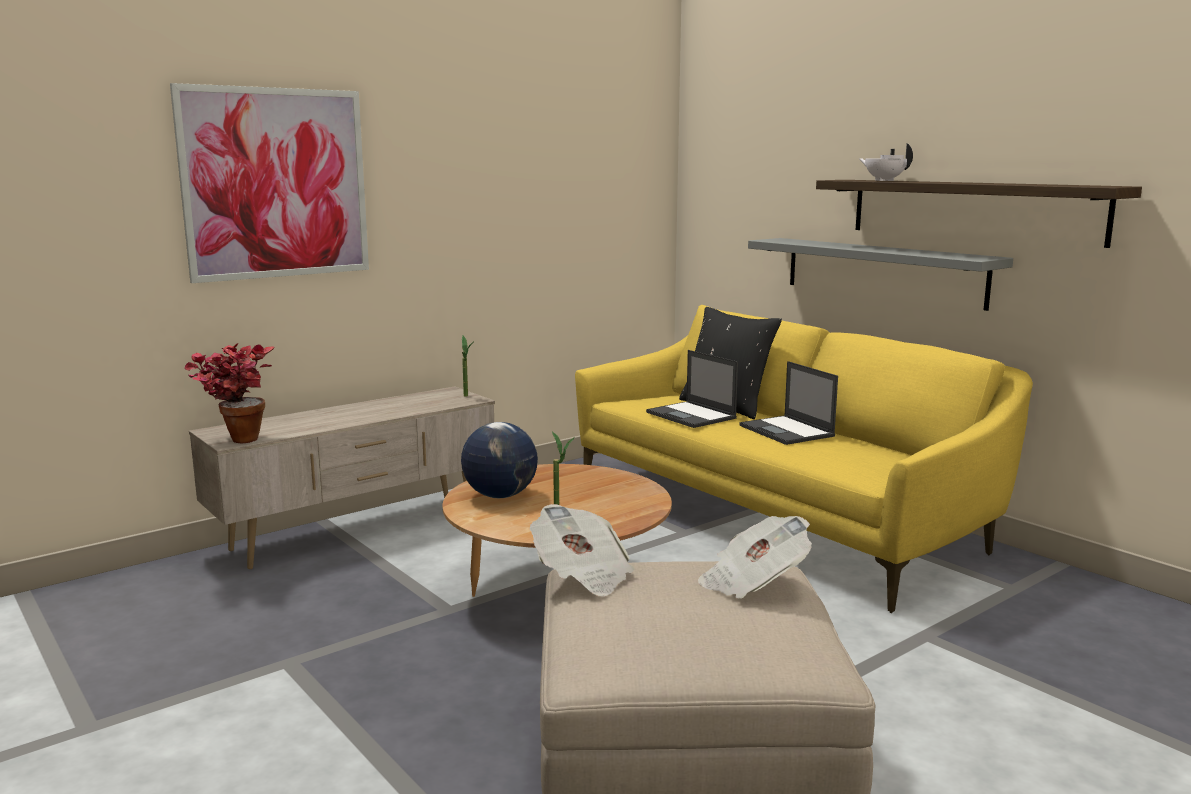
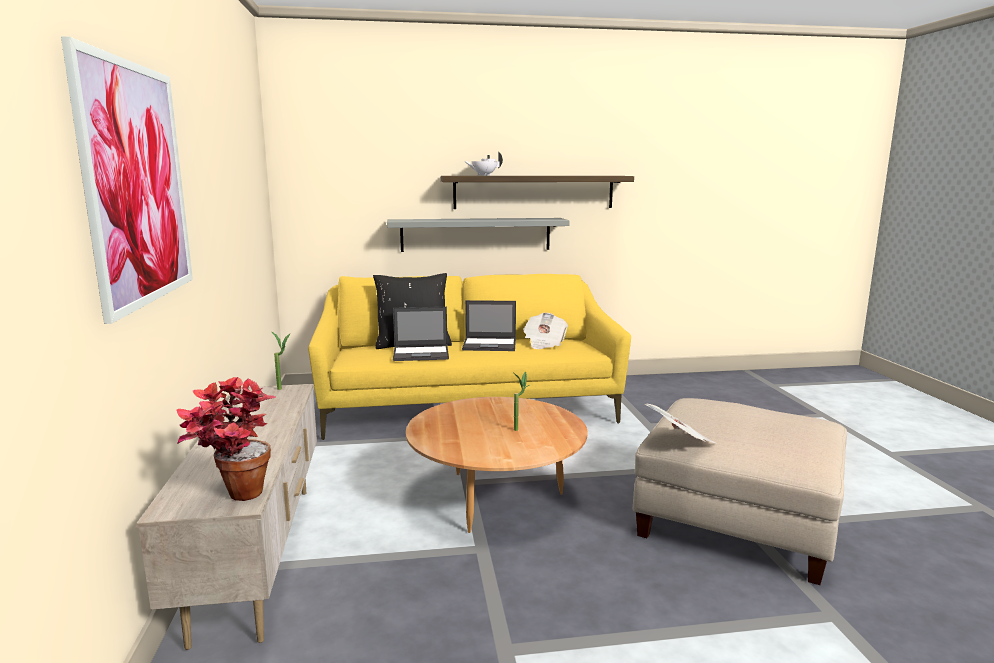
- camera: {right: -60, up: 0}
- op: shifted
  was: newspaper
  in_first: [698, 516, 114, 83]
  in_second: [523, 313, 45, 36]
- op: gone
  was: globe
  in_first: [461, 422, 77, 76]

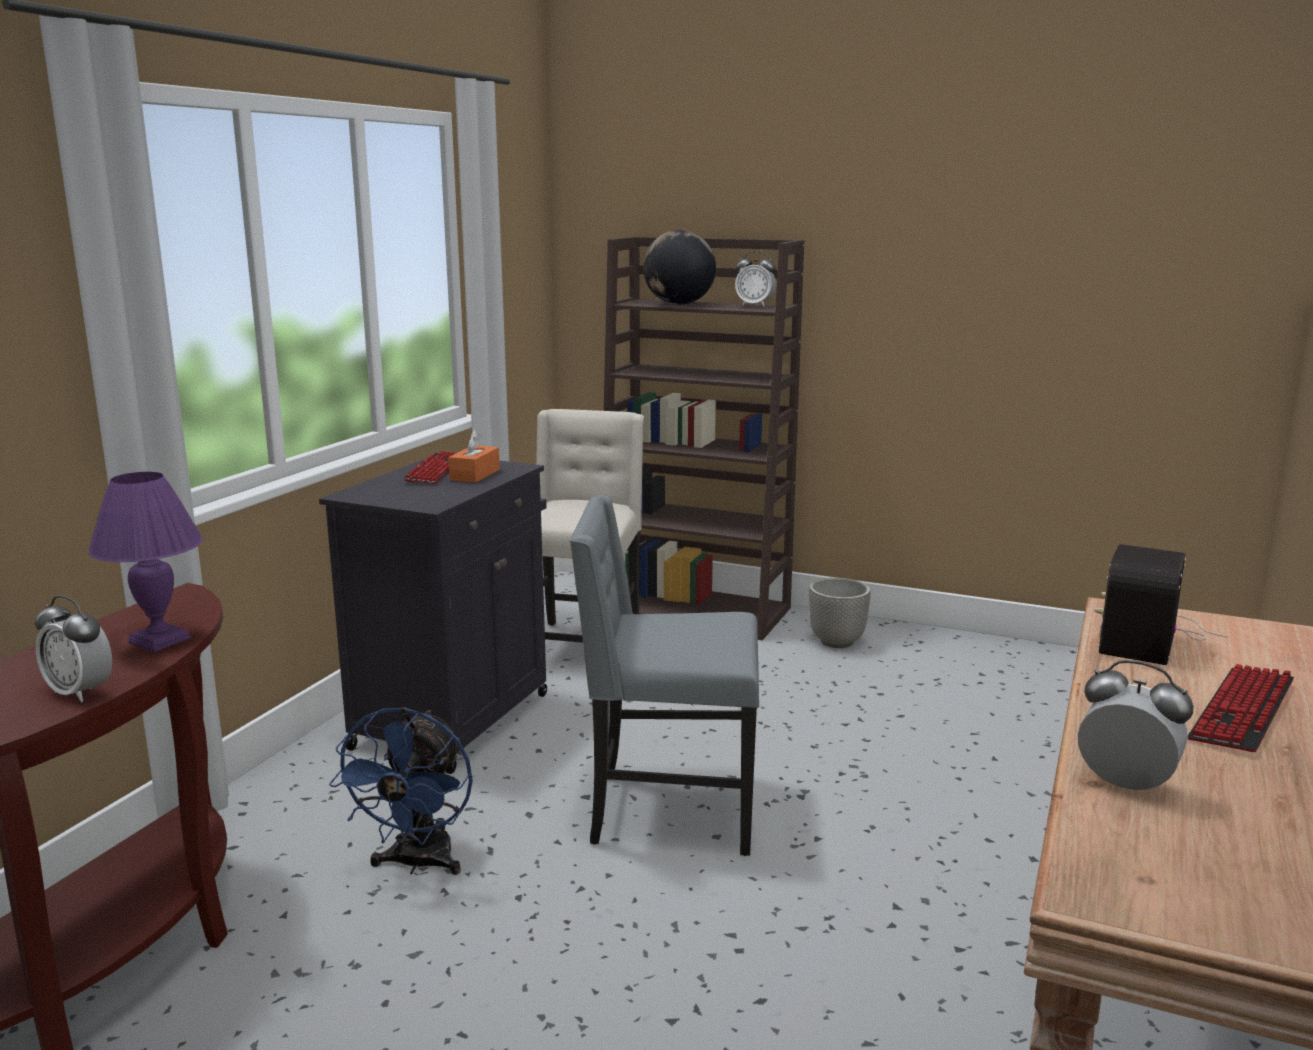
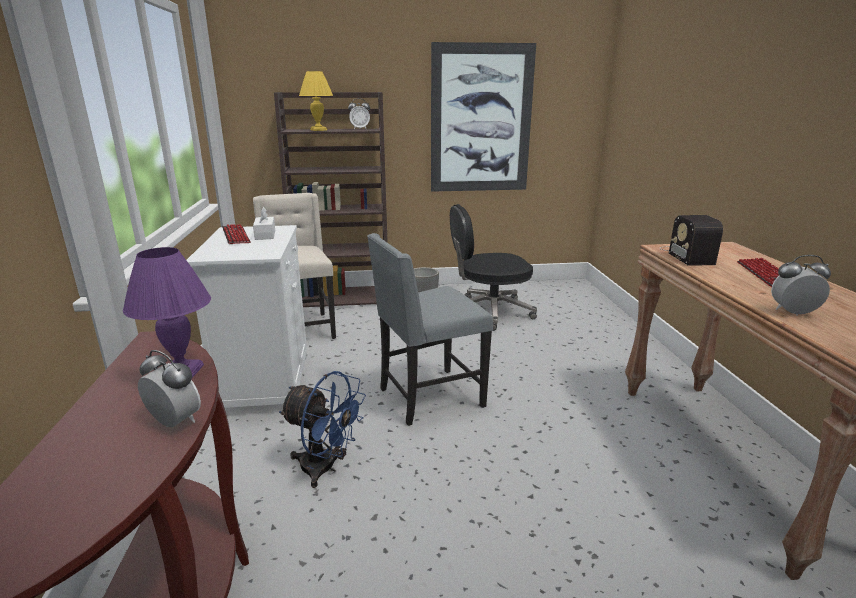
- camera: {right: -30, up: 5}
- op: rotated
  was: alarm clock
  in_first: [34, 595, 78, 107]
  in_second: [138, 350, 63, 77]
  clockwise: -150
- op: repainted
  was: cabinet in black
  now: cabinet in white
  in_first: [319, 459, 228, 315]
  in_second: [187, 225, 120, 183]
- op: repainted
  was: tissue box in orange
  now: tissue box in white
  in_first: [448, 429, 52, 54]
  in_second: [253, 207, 22, 33]
- op: rotated
  was: fan in blue
  in_first: [329, 707, 144, 168]
  in_second: [279, 371, 87, 117]
  clockwise: -45
- op: swapped
  was: globe
  now: table lamp in yellow
  in_first: [643, 230, 73, 75]
  in_second: [299, 71, 34, 60]
- op: new
  now: picture
  in_second: [431, 42, 105, 150]
- op: new
  now: office chair in black
  in_second: [450, 204, 87, 127]

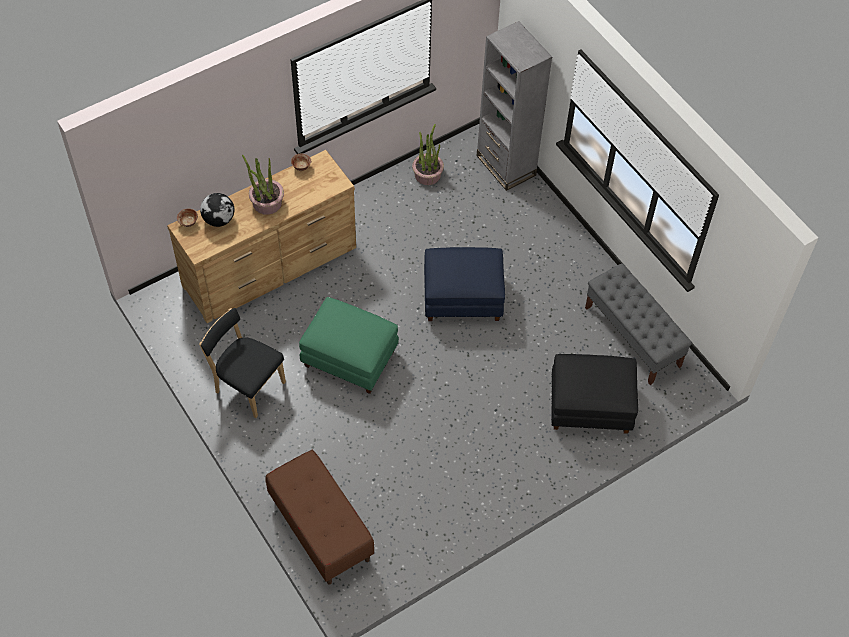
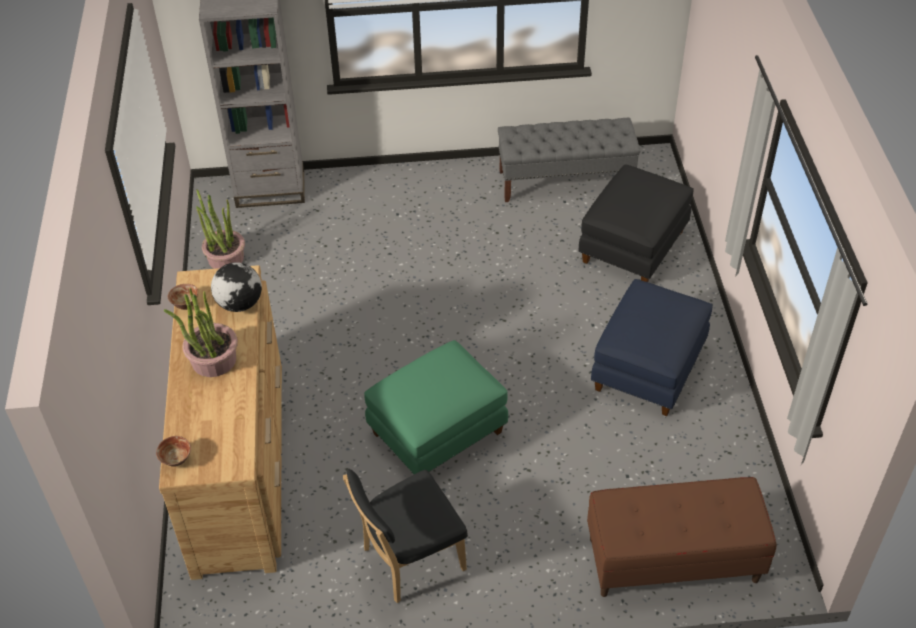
- camera: {right: -60, up: -10}
- op: shifted
  was: globe
  in_first: [200, 193, 34, 34]
  in_second: [211, 262, 51, 50]
- op: shifted
  was: ottoman in blue
  in_first: [424, 247, 81, 74]
  in_second: [591, 279, 122, 137]

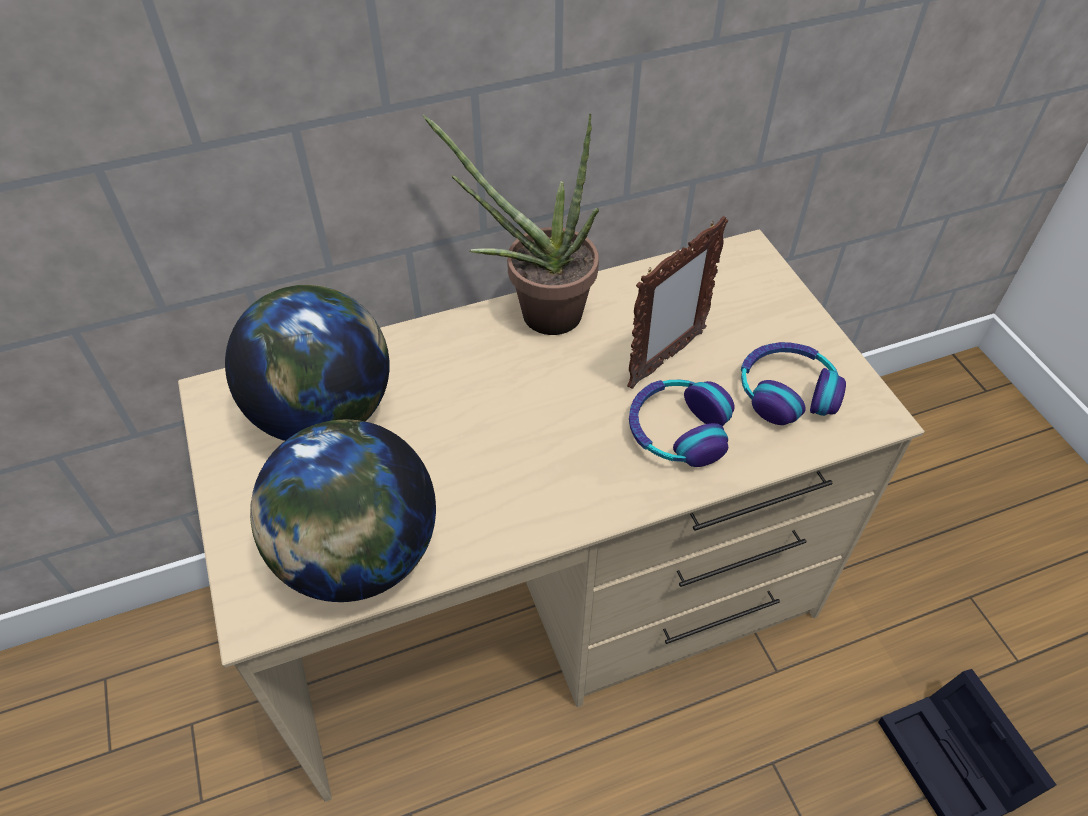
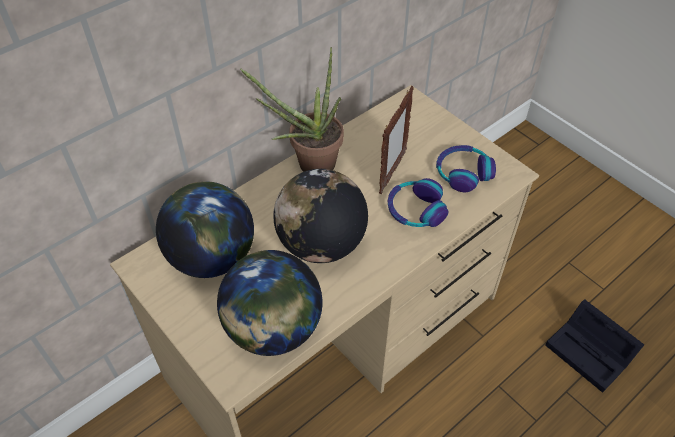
- camera: {right: -20, up: 0}
- op: new
  now: globe
  in_second: [273, 169, 95, 94]

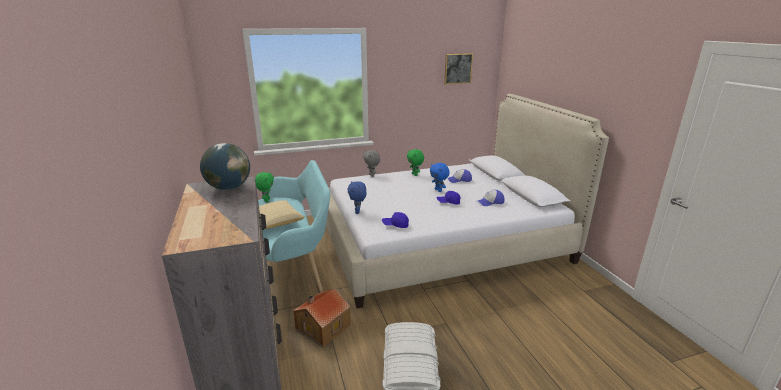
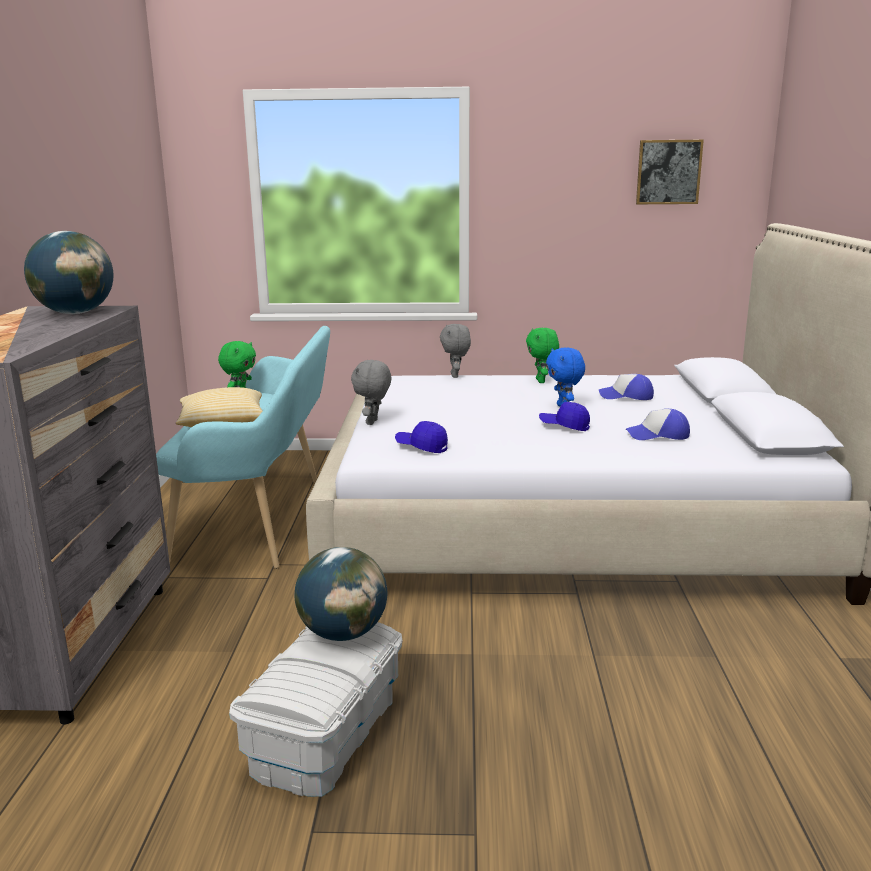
- camera: {right: 20, up: -5}
- op: new
  now: globe
  in_second: [295, 547, 92, 94]
- op: repainted
  was: plush toy in blue
  now: plush toy in grey
  in_first: [348, 181, 18, 33]
  in_second: [351, 360, 41, 65]
- op: gone
  was: toy house
  in_first: [293, 289, 58, 58]

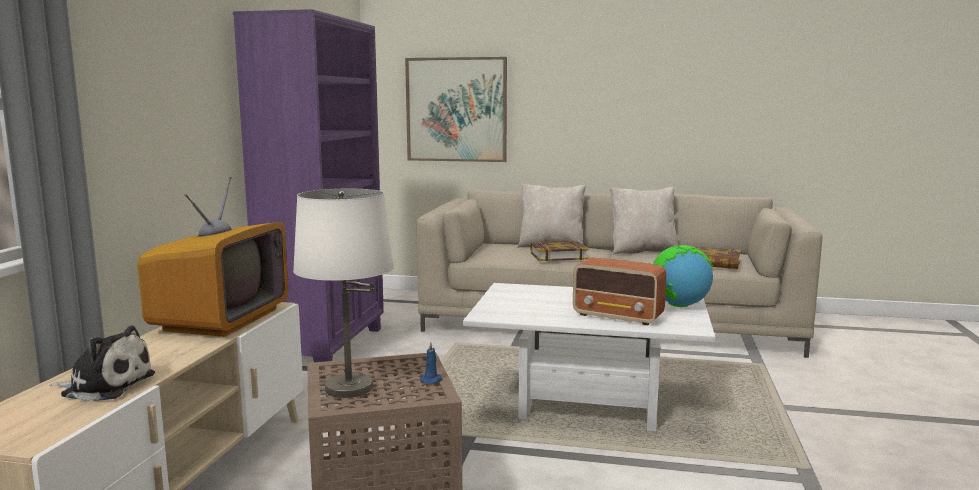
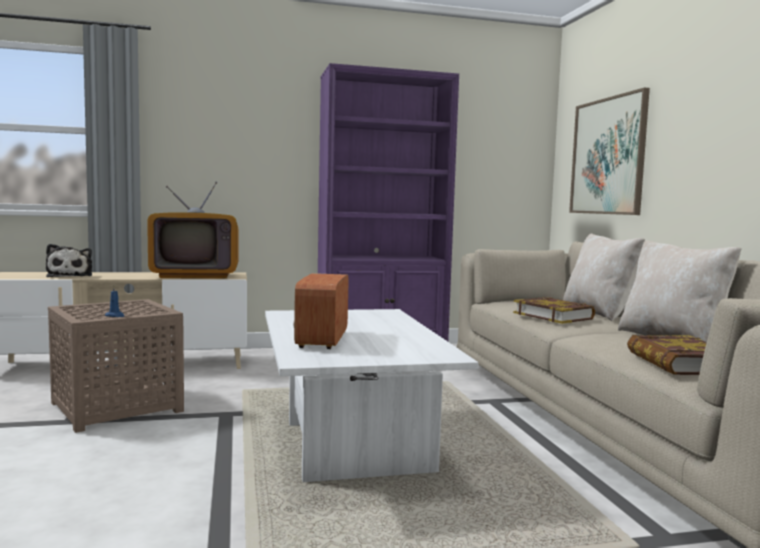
- camera: {right: 65, up: -5}
- op: gone
  was: table lamp in white
  in_first: [293, 189, 101, 209]
- op: gone
  was: globe
  in_first: [653, 245, 60, 62]

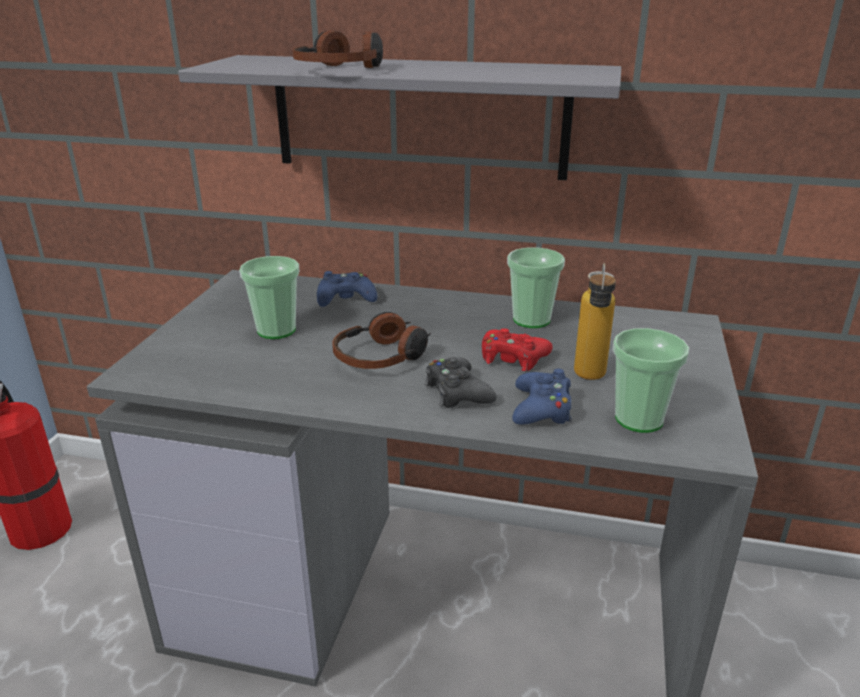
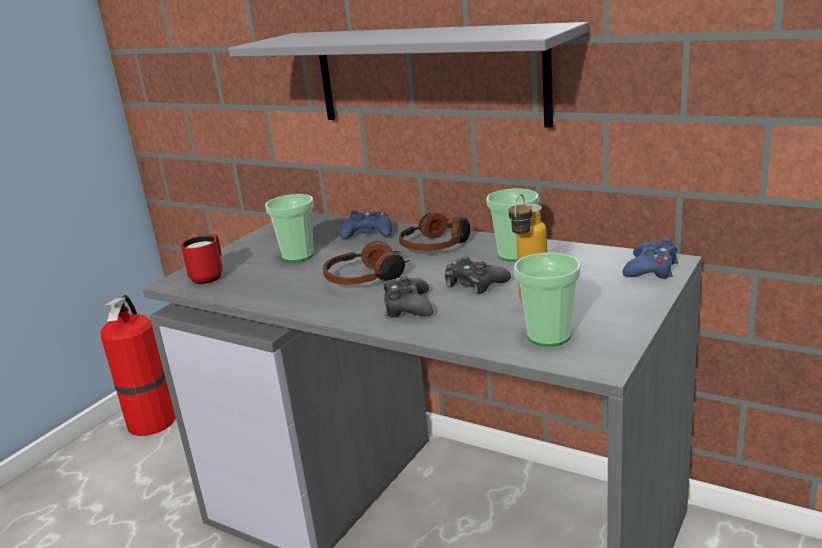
- camera: {right: 20, up: -5}
- op: new
  now: mug in red
  in_second: [181, 234, 42, 50]
- op: shifted
  was: headphones
  in_first: [293, 30, 90, 38]
  in_second: [399, 212, 71, 39]
- op: repainted
  was: game controller in red
  now: game controller in black
  in_first: [482, 328, 71, 43]
  in_second: [445, 257, 66, 37]
- op: shifted
  was: game controller in blue
  in_first: [512, 368, 60, 57]
  in_second: [623, 238, 55, 41]

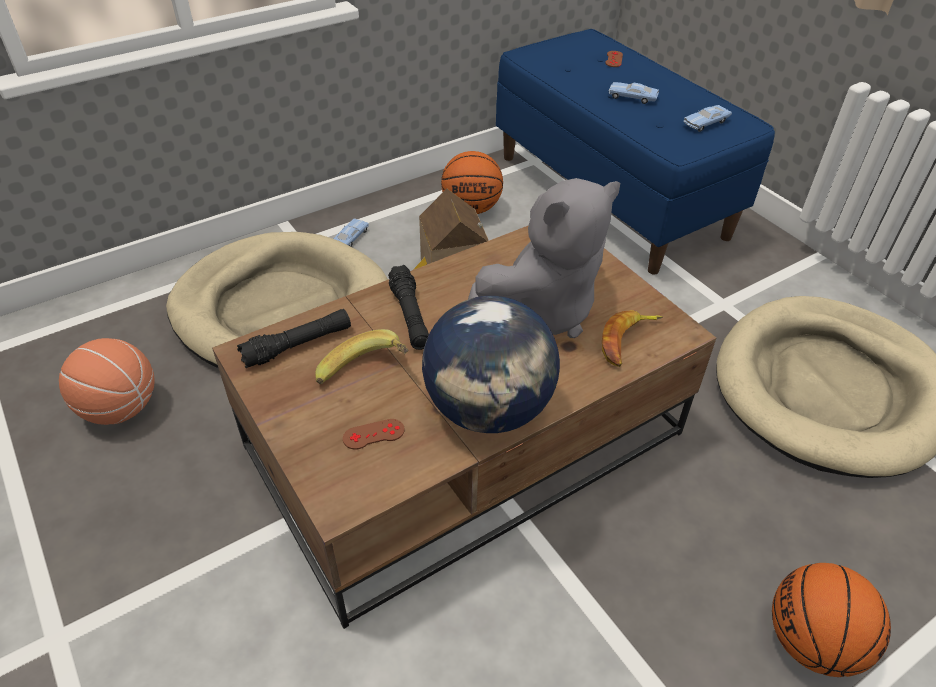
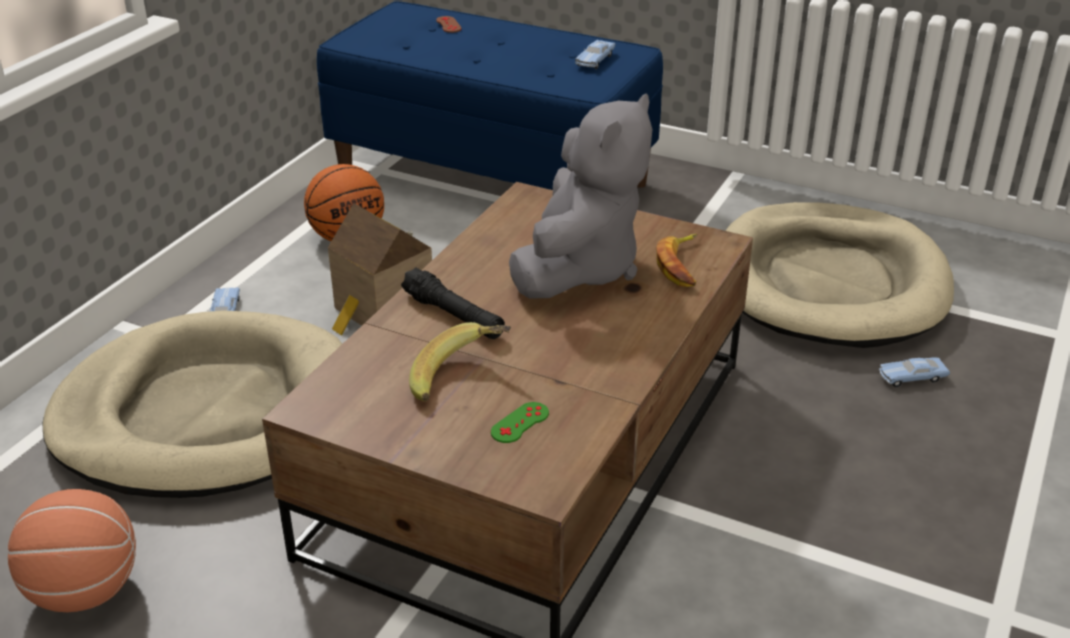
- camera: {right: -30, up: -10}
- op: repainted
  was: game controller in brown
  now: game controller in green
  in_first: [343, 419, 62, 31]
  in_second: [490, 402, 59, 41]
- op: shifted
  was: toy car in blue
  in_first: [609, 82, 50, 22]
  in_second: [879, 358, 71, 29]
- op: gone
  was: flashlight in black
  in_first: [237, 309, 114, 59]
- op: gone
  was: globe
  in_first: [422, 296, 138, 137]
- op: gone
  was: basketball
  in_first: [772, 563, 119, 114]

